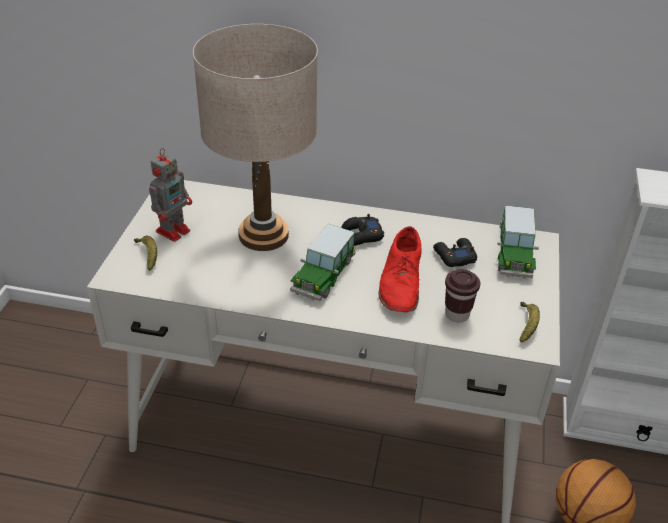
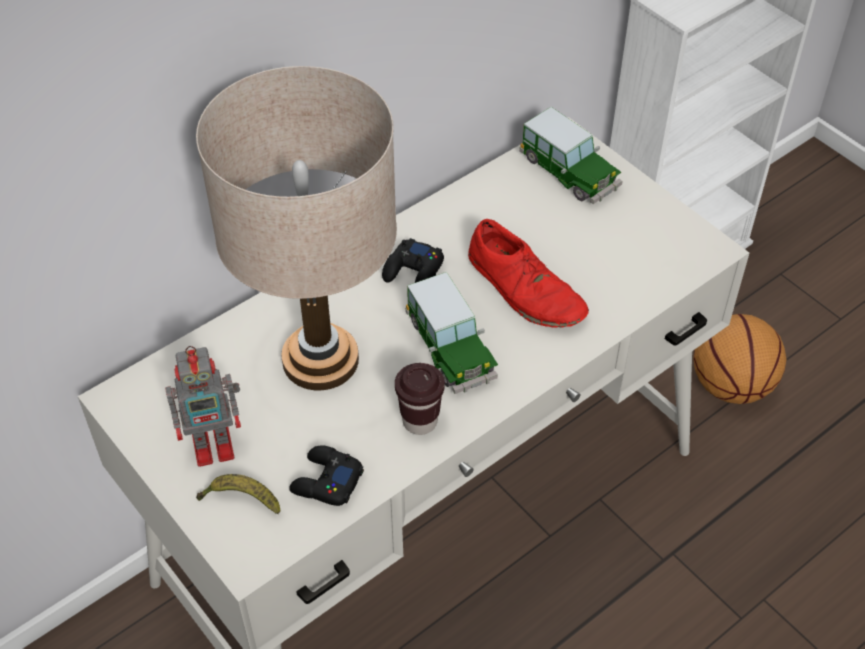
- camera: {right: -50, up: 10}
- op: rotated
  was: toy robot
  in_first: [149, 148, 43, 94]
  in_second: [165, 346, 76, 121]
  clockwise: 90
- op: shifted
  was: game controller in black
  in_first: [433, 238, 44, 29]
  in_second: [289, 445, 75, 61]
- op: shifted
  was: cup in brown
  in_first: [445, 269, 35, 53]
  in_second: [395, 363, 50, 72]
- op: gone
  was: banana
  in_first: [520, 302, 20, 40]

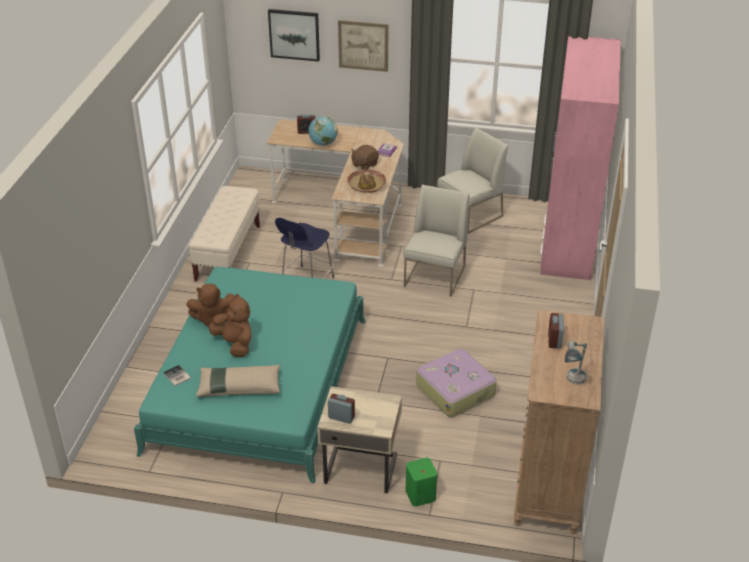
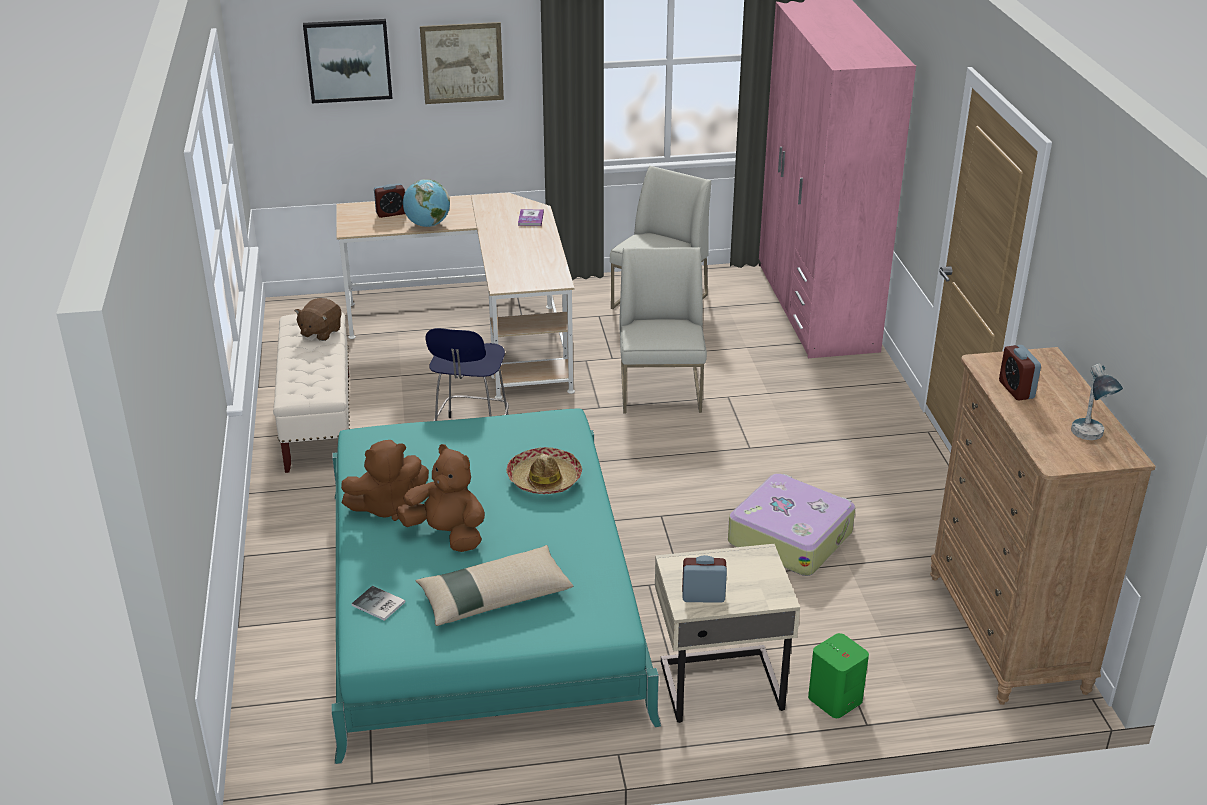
- camera: {right: -20, up: -5}
- op: shifted
  was: plush toy in brown
  in_first: [351, 145, 28, 25]
  in_second: [294, 298, 48, 43]
- op: shifted
  was: hat
  in_first: [347, 170, 39, 23]
  in_second: [506, 447, 76, 47]

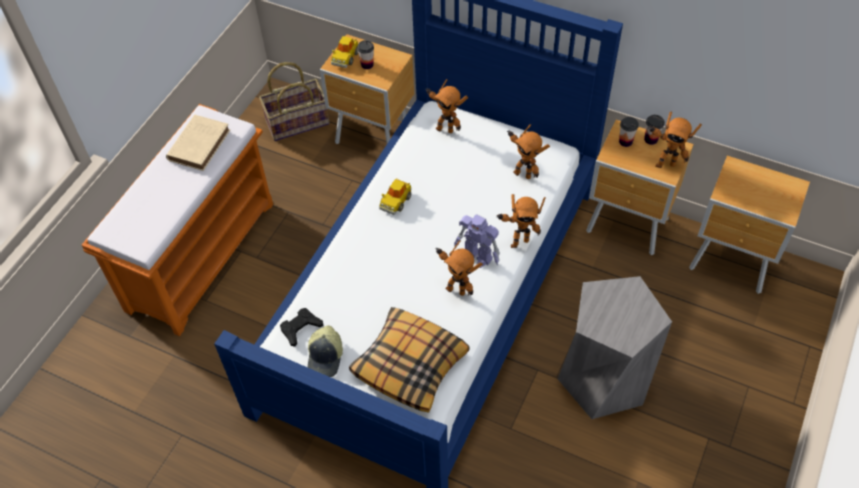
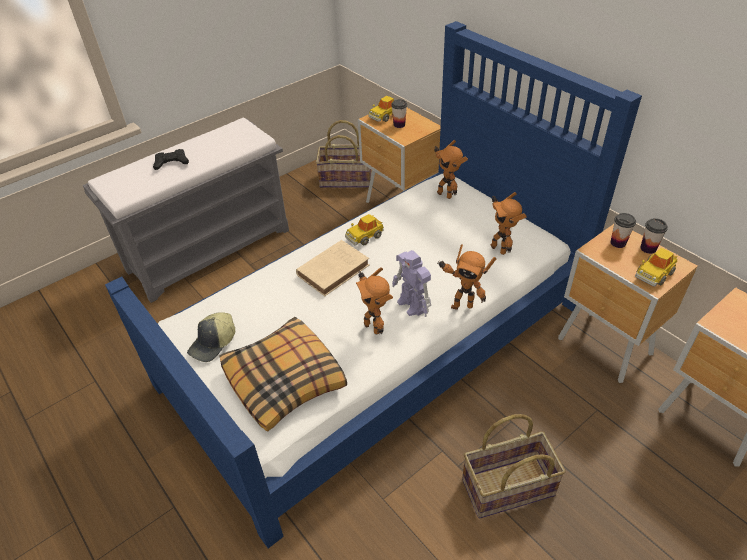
- camera: {right: 25, up: -10}
- op: repainted
  was: bench in orange
  now: bench in grey
  in_first: [82, 104, 191, 232]
  in_second: [83, 117, 206, 186]
- op: shifted
  was: game controller in black
  in_first: [280, 308, 43, 39]
  in_second: [153, 149, 36, 21]
- op: shifted
  was: book in beige
  in_first: [166, 115, 64, 56]
  in_second: [296, 240, 73, 56]
- op: swapped
  was: stool in grey
  now: basket
  in_first: [558, 276, 114, 143]
  in_second: [462, 414, 104, 104]
- op: swapped
  was: toy robot
  now: toy car
  in_first: [648, 112, 54, 56]
  in_second: [635, 248, 43, 38]

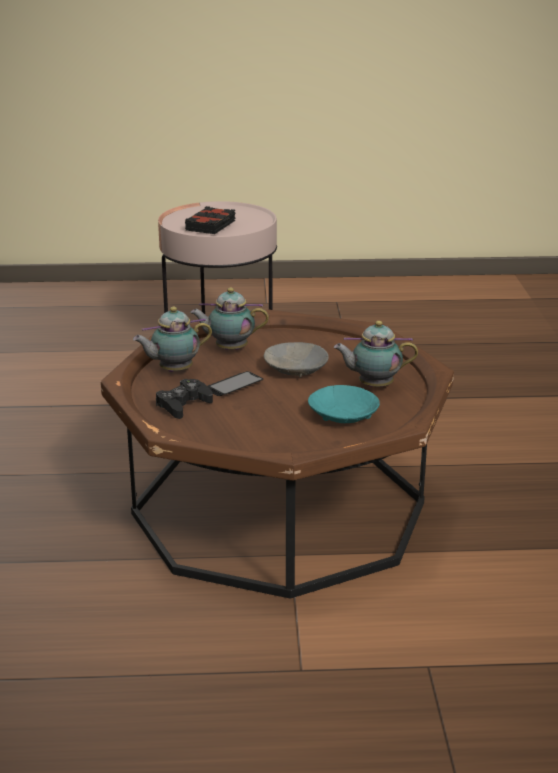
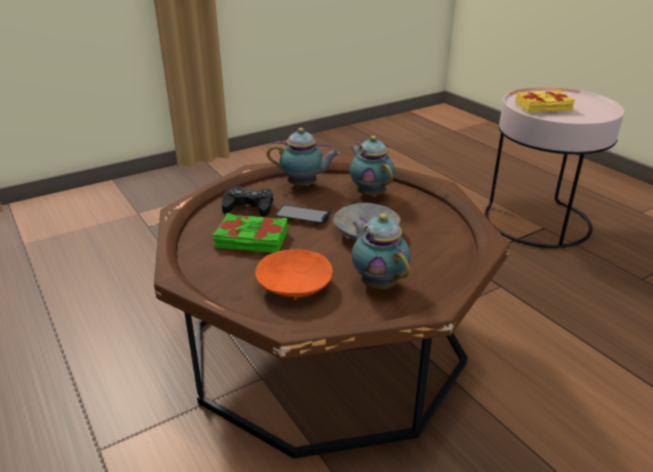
- camera: {right: 60, up: 5}
- op: new
  now: book in green
  in_second: [213, 213, 75, 40]
- op: repainted
  was: bowl in turquoise
  now: bowl in orange
  in_first: [308, 385, 72, 38]
  in_second: [255, 249, 78, 51]
- op: rotated
  was: teapot
  in_first: [133, 307, 79, 65]
  in_second: [267, 128, 73, 58]
  clockwise: 150
- op: repainted
  was: book in black
  now: book in yellow
  in_first: [185, 206, 51, 28]
  in_second: [515, 90, 60, 22]

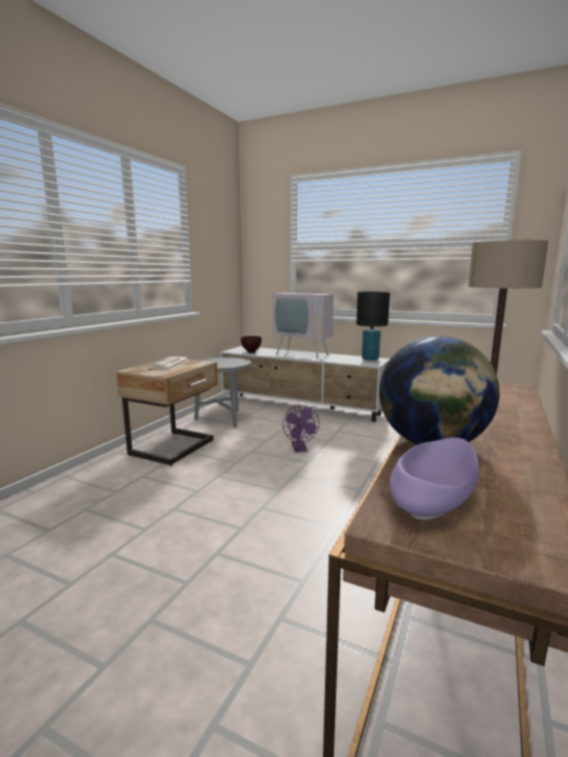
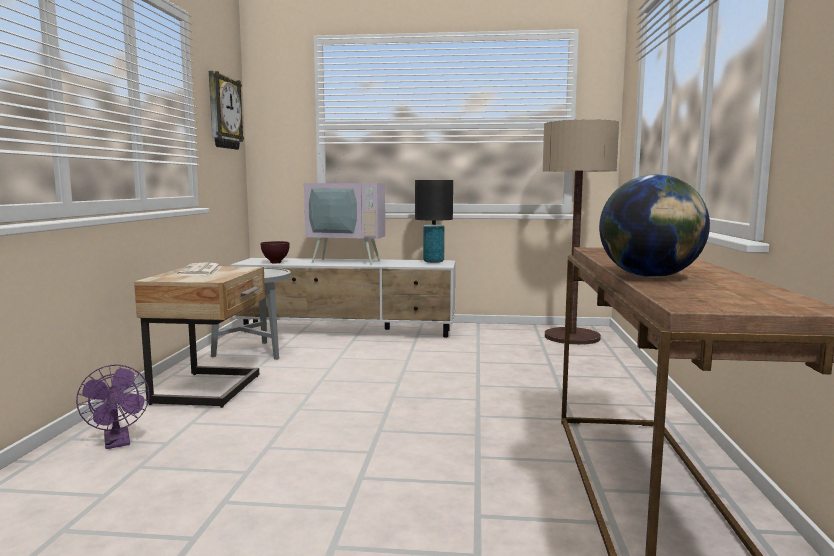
- camera: {right: -20, up: -5}
- op: shifted
  was: fan in purple
  in_first: [283, 405, 36, 47]
  in_second: [76, 365, 74, 84]
- op: new
  now: wall clock
  in_second: [209, 71, 35, 79]
- op: gone
  was: bowl in purple
  in_first: [389, 437, 90, 83]

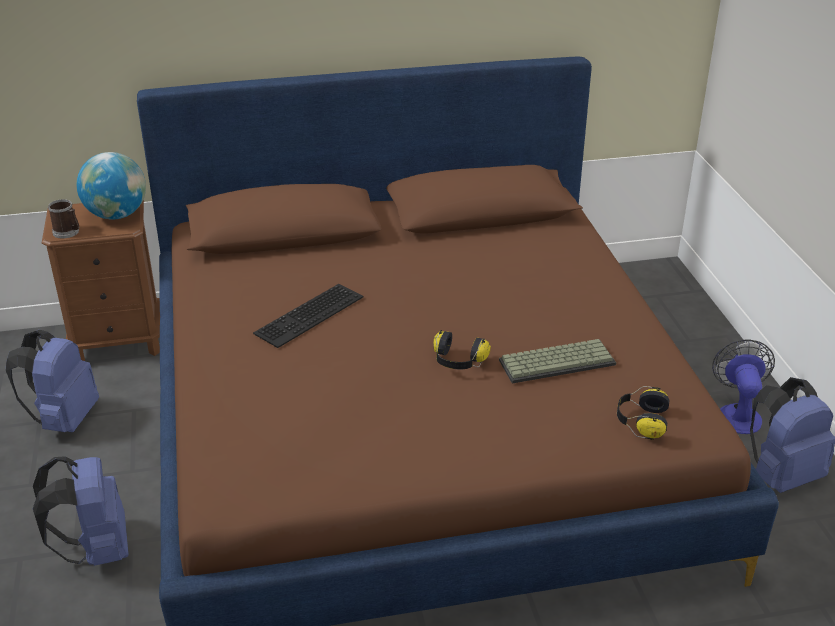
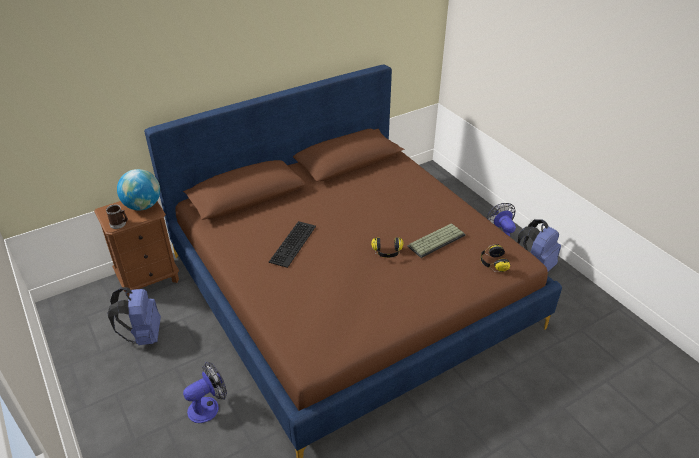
- camera: {right: -20, up: 5}
- op: swapped
  was: backpack in blue
  now: fan
  in_first: [33, 456, 96, 110]
  in_second: [183, 362, 44, 61]

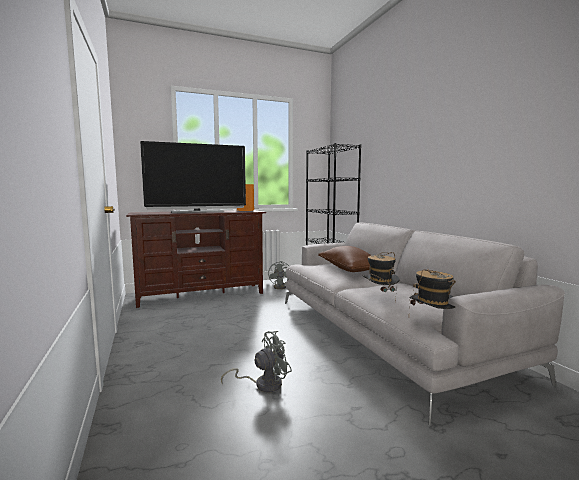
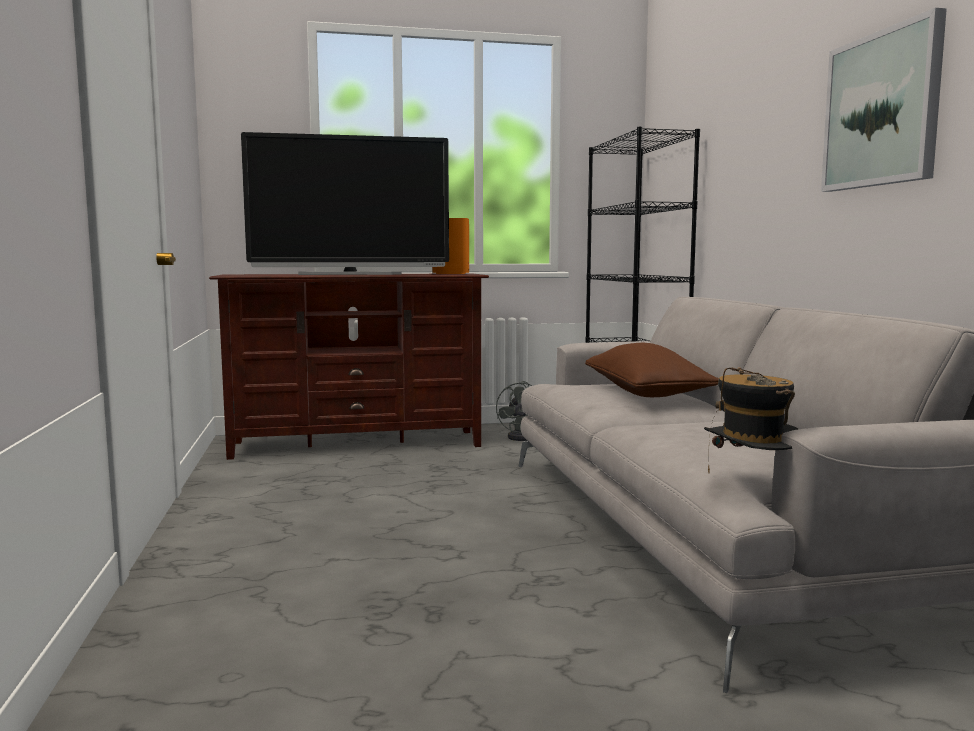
- camera: {right: 10, up: 0}
- op: new
  now: picture
  in_second: [821, 8, 126, 184]
- op: gone
  was: fan in grey
  in_first: [221, 331, 71, 61]
- op: gone
  was: hat
  in_first: [363, 252, 37, 50]

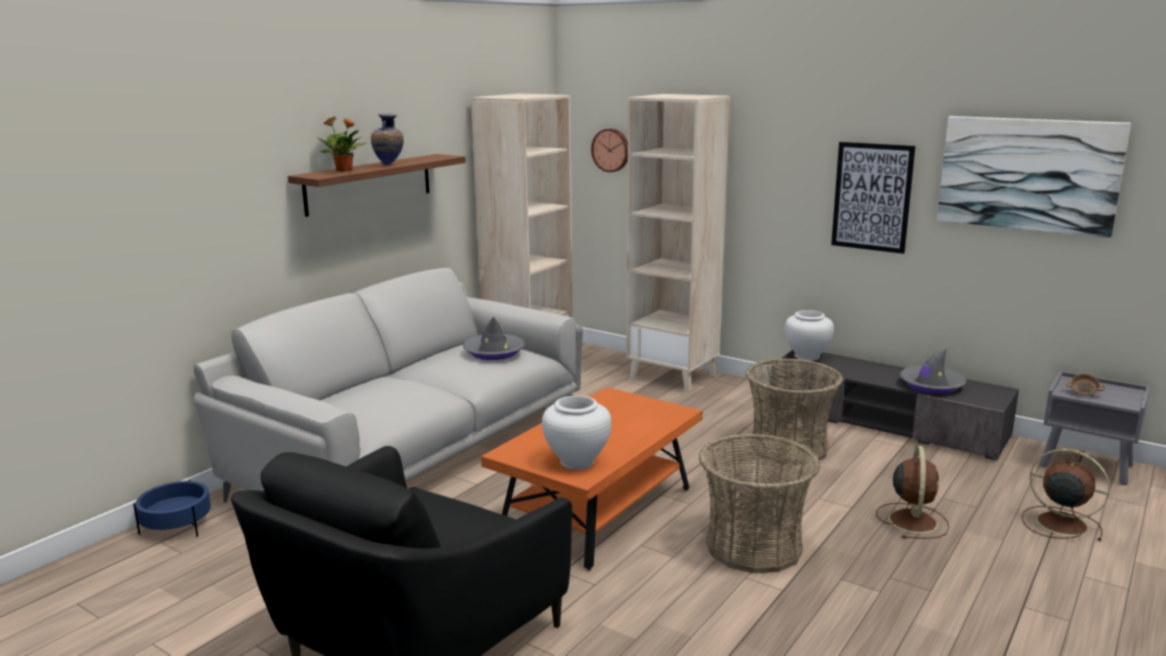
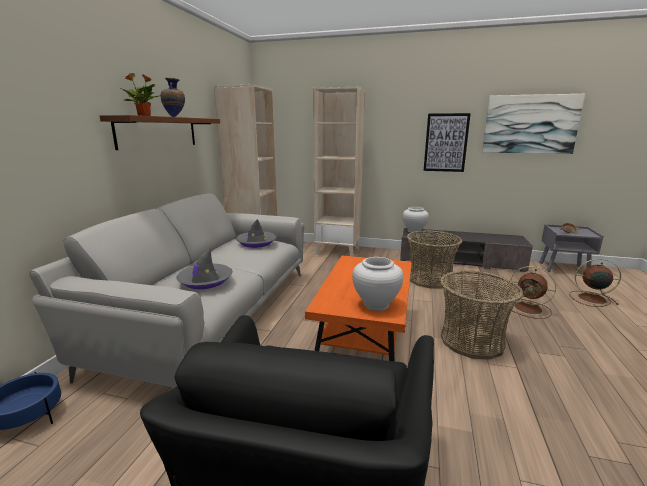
- camera: {right: -20, up: 0}
- op: shifted
  was: hat in grey
  in_first: [900, 349, 66, 45]
  in_second: [176, 249, 57, 40]
- op: rotated
  was: fan in brown
  in_first: [876, 446, 73, 93]
  in_second: [510, 266, 46, 53]
  clockwise: 135
- op: gone
  was: wall clock
  in_first: [591, 128, 37, 44]

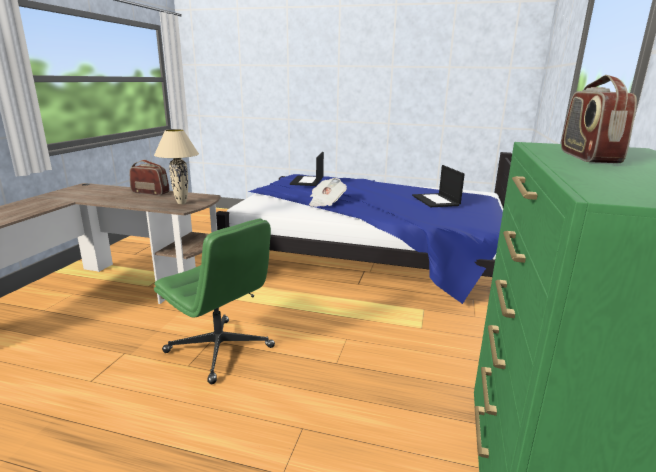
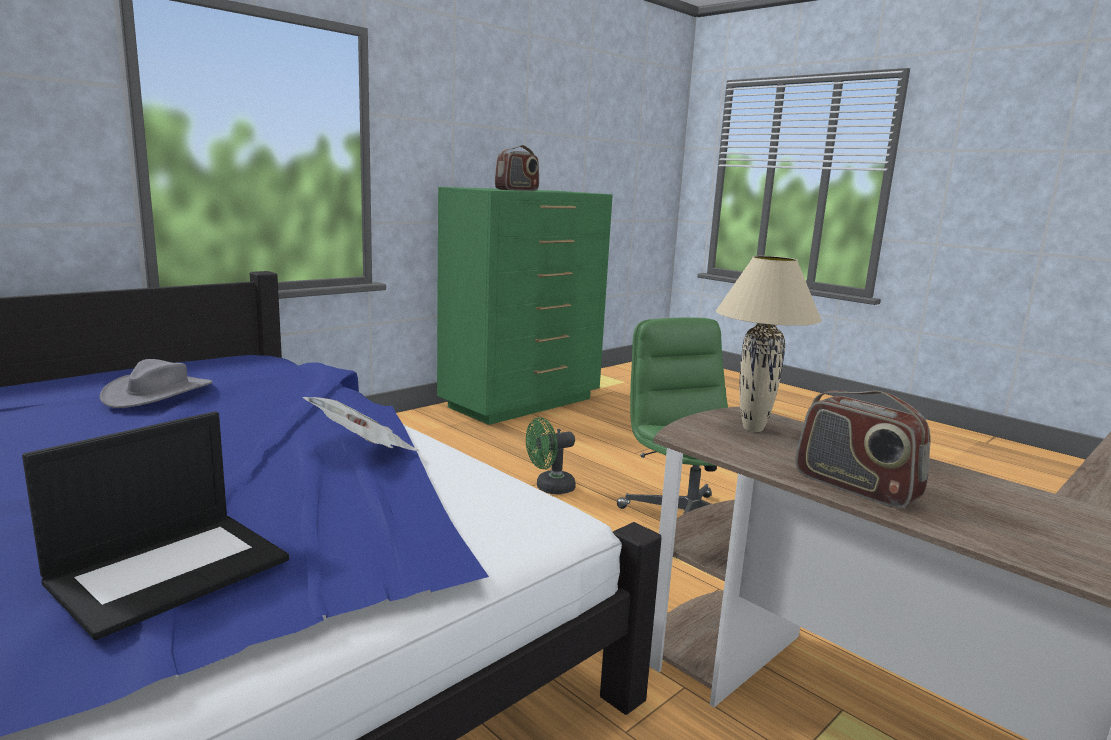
- camera: {right: -150, up: -5}
- op: swapped
  was: laptop
  now: hat in grey
  in_first: [412, 165, 53, 42]
  in_second: [100, 359, 113, 49]
- op: new
  now: fan in green
  in_second: [526, 417, 50, 77]

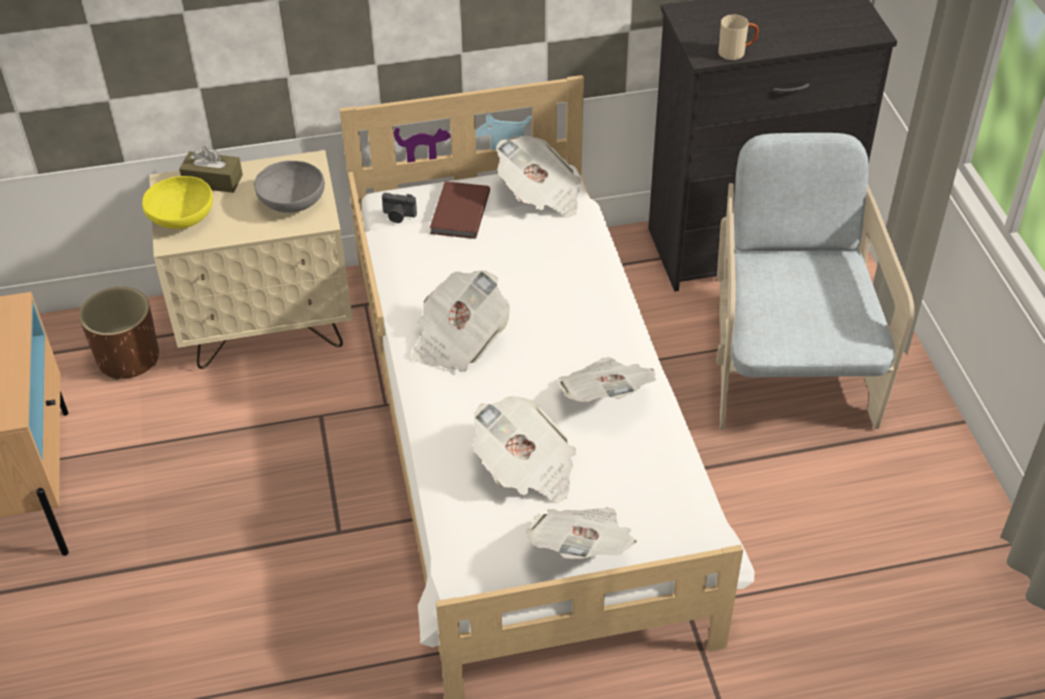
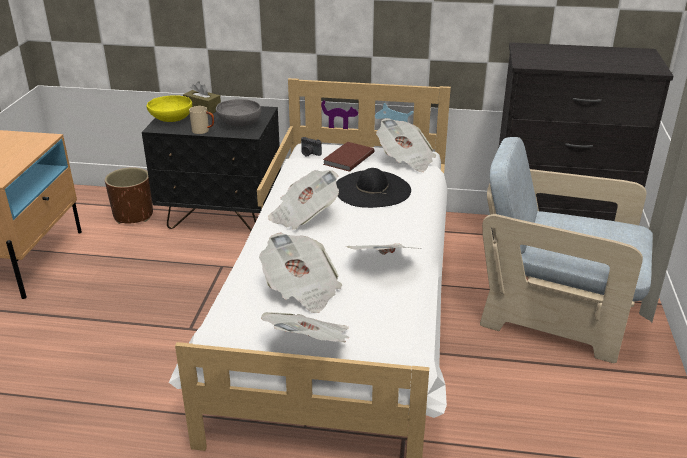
- camera: {right: 20, up: -15}
- op: repainted
  was: nightstand in beige
  now: nightstand in black
  in_first: [149, 150, 204, 219]
  in_second: [142, 106, 139, 125]
- op: shifted
  was: mug in beige
  in_first: [718, 15, 41, 45]
  in_second: [189, 106, 25, 28]
- op: new
  now: hat in black
  in_second: [336, 168, 75, 40]
- op: rotated
  was: armchair in beige
  in_first: [717, 133, 197, 297]
  in_second: [480, 137, 173, 226]
  clockwise: -90

